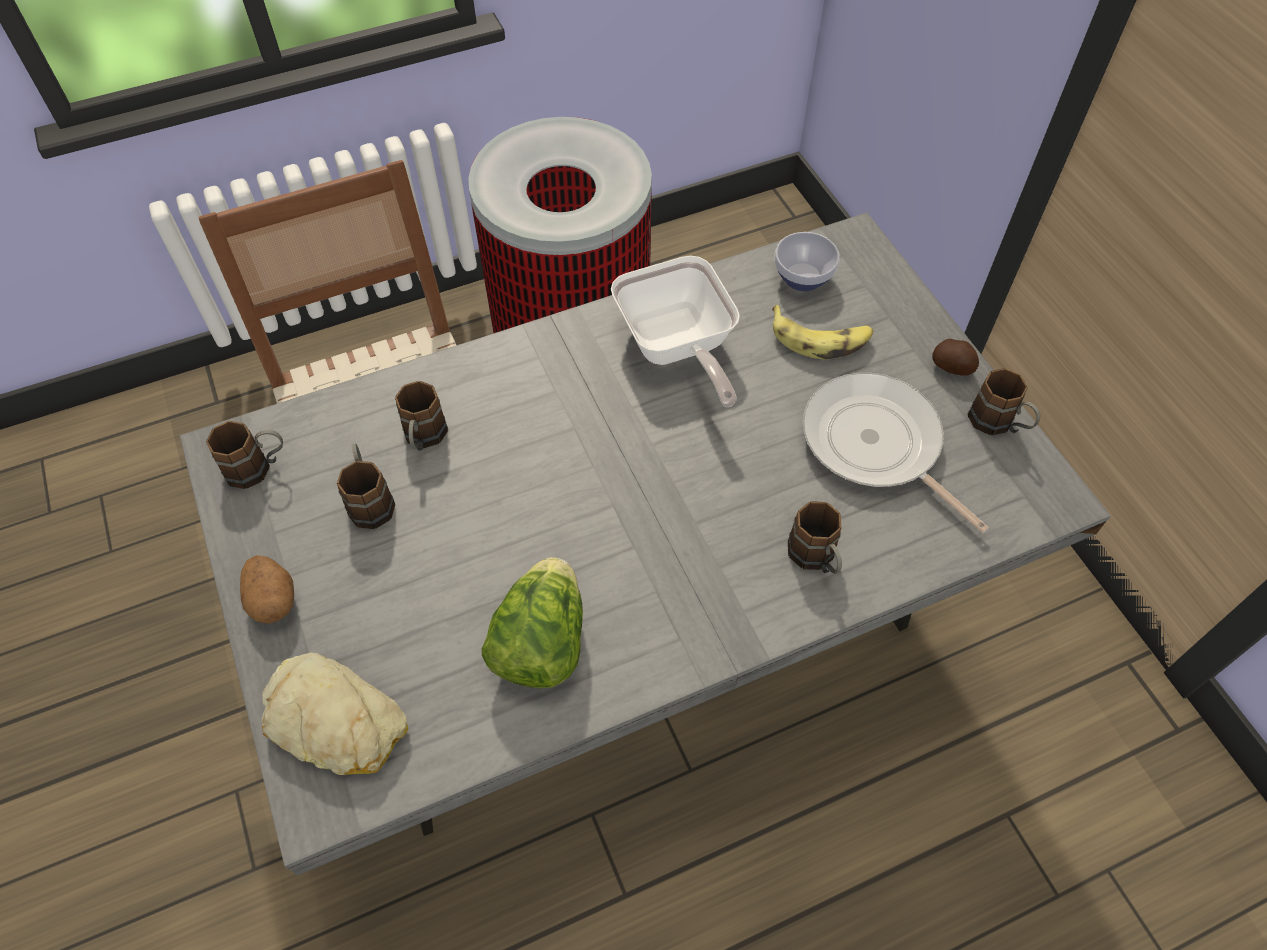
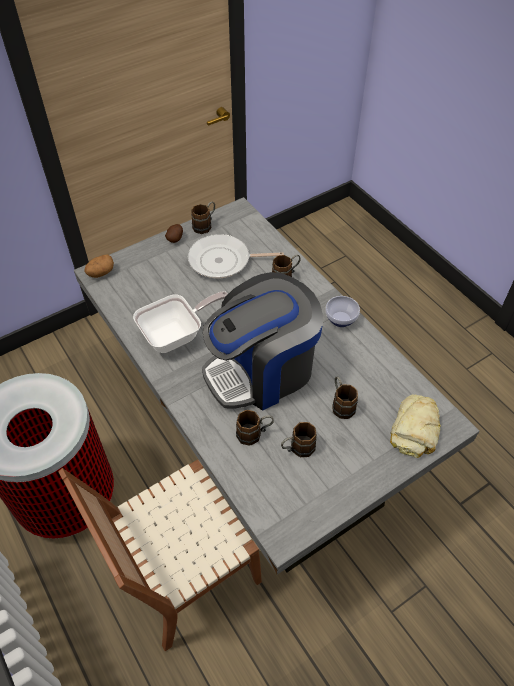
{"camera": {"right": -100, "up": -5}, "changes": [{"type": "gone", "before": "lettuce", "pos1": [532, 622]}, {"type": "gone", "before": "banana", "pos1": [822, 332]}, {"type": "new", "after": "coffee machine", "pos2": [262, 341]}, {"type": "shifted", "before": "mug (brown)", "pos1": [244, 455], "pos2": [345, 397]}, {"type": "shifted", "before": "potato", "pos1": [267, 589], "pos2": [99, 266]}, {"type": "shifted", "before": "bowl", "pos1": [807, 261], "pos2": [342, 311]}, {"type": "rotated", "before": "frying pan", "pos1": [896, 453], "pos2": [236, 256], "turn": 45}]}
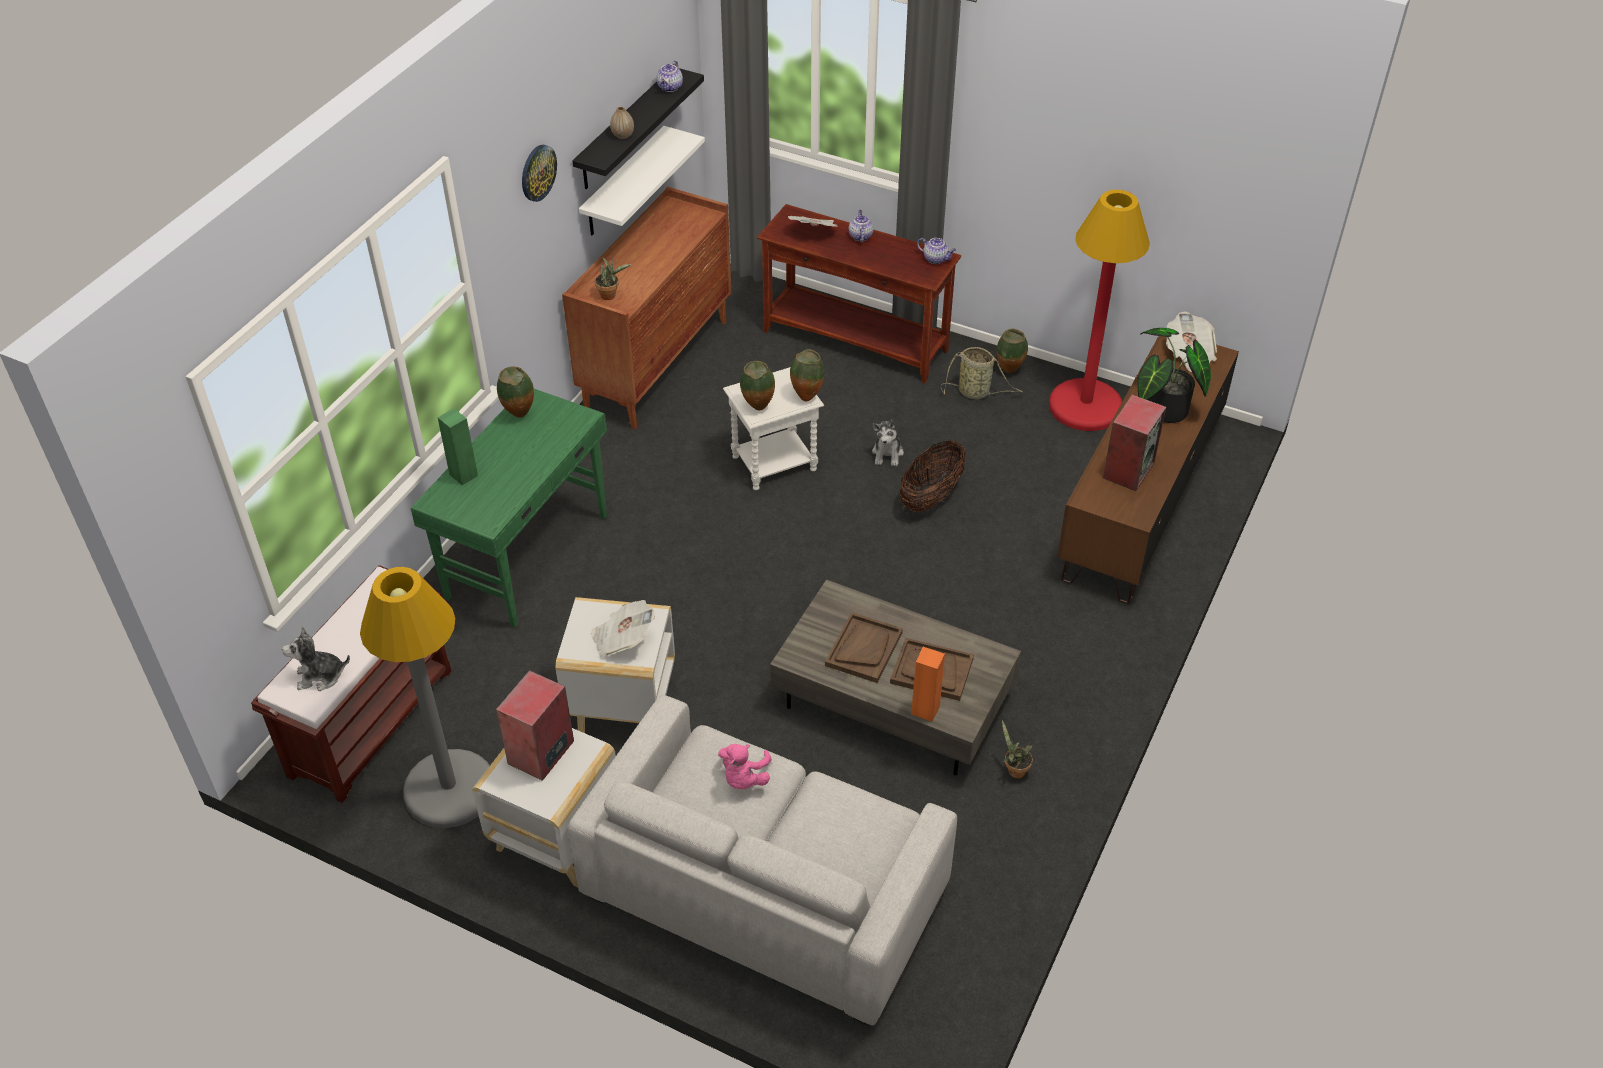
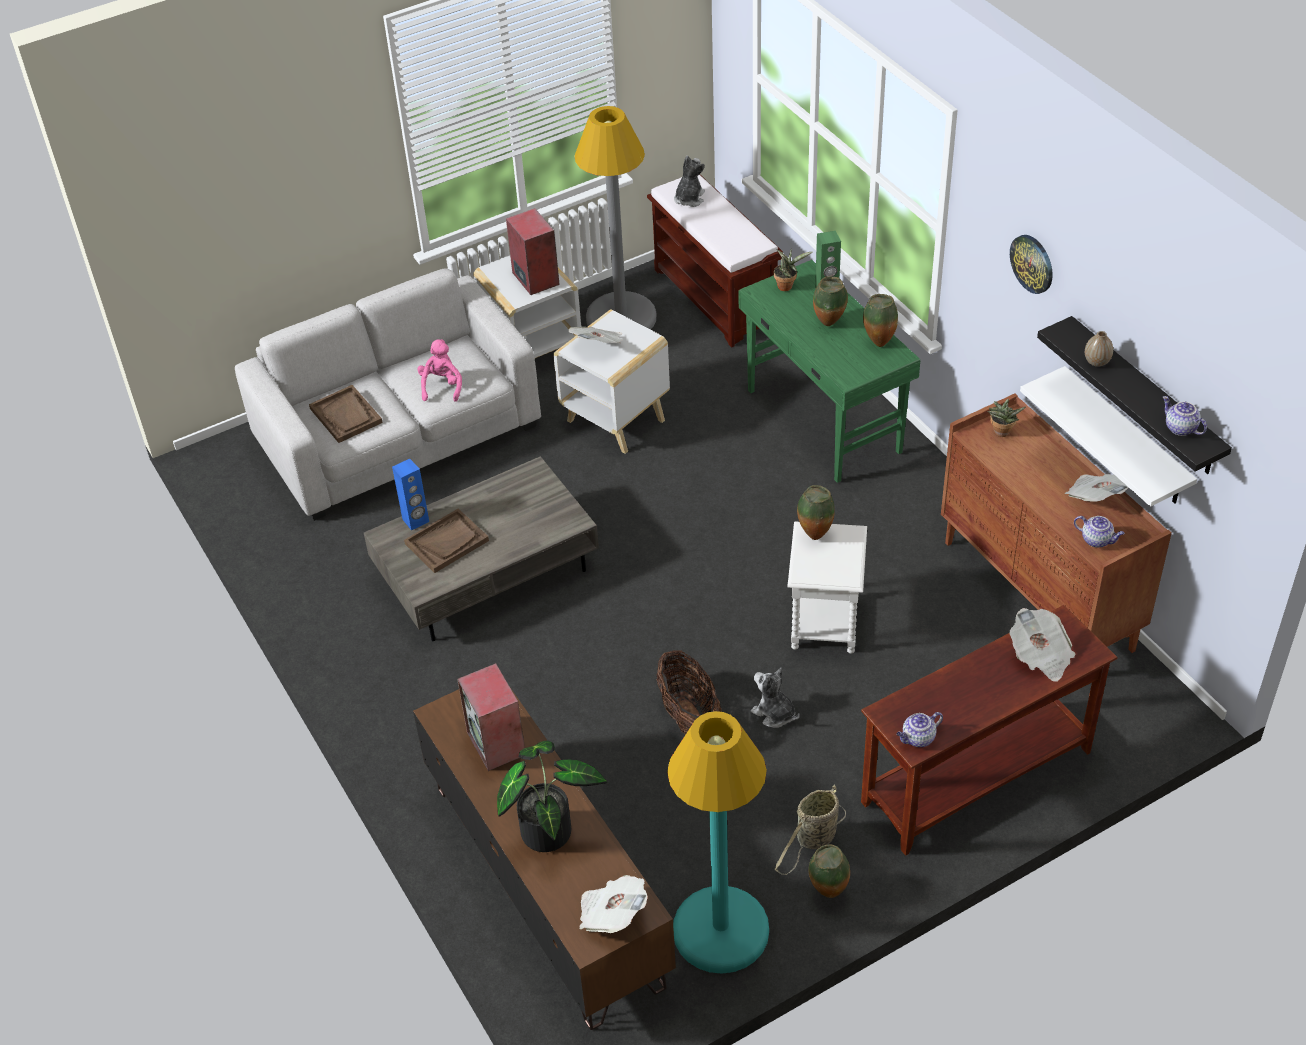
{"camera": {"right": 125, "up": 0}, "changes": [{"type": "new", "after": "newspaper", "pos2": [1096, 488]}, {"type": "shifted", "before": "vase", "pos1": [807, 375], "pos2": [830, 301]}, {"type": "shifted", "before": "tray (brown)", "pos1": [864, 647], "pos2": [346, 414]}, {"type": "shifted", "before": "teapot", "pos1": [861, 226], "pos2": [1099, 532]}, {"type": "shifted", "before": "potted plant", "pos1": [1017, 749], "pos2": [793, 269]}, {"type": "repainted", "before": "speaker (orange)", "after": "speaker (blue)", "pos1": [928, 684], "pos2": [410, 495]}, {"type": "repainted", "before": "floor lamp (red)", "after": "floor lamp (turquoise)", "pos1": [1099, 310], "pos2": [718, 842]}, {"type": "rotated", "before": "plush toy (pink)", "pos1": [745, 766], "pos2": [439, 370], "turn": 45}]}
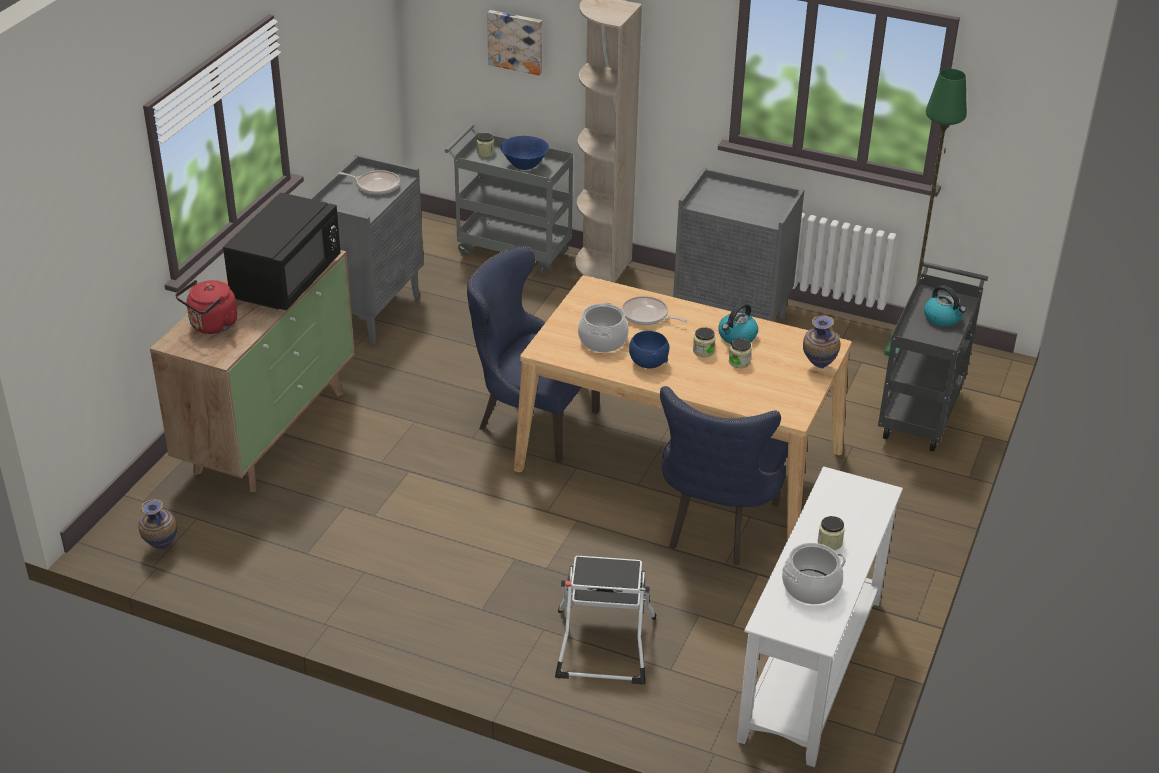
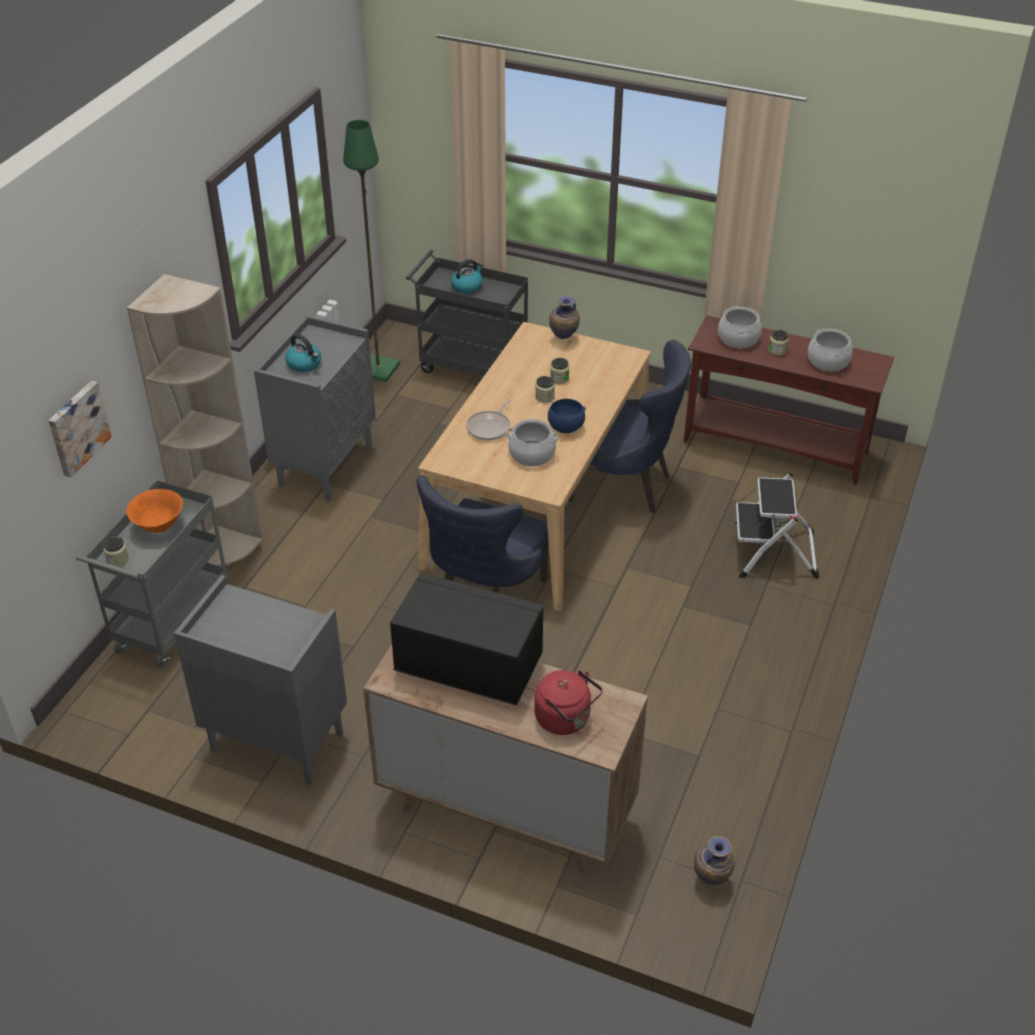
{"camera": {"right": -90, "up": 5}, "changes": [{"type": "gone", "before": "frying pan", "pos1": [369, 182]}, {"type": "new", "after": "cooking pot", "pos2": [739, 327]}, {"type": "shifted", "before": "kettle", "pos1": [738, 323], "pos2": [303, 353]}, {"type": "repainted", "before": "bowl (blue)", "after": "bowl (orange)", "pos1": [525, 153], "pos2": [154, 511]}, {"type": "repainted", "before": "console table (white)", "after": "console table (brown)", "pos1": [820, 616], "pos2": [789, 400]}]}
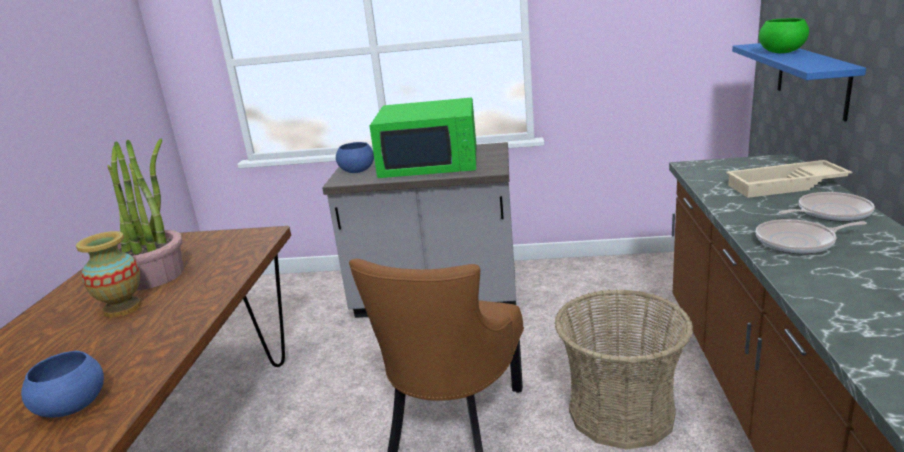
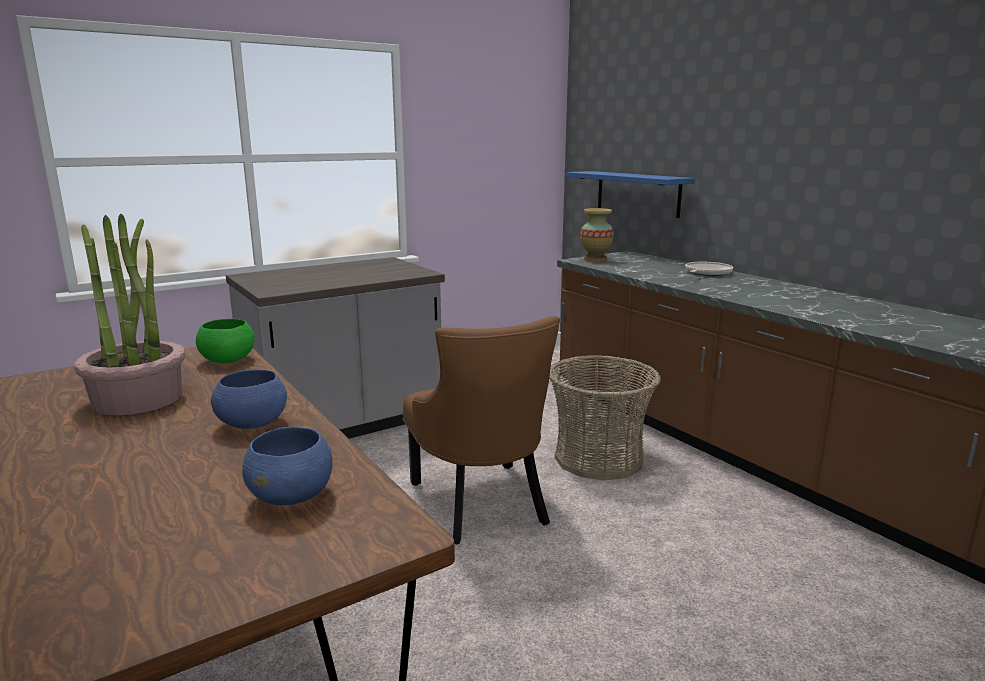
{"camera": {"right": -40, "up": -5}, "changes": [{"type": "gone", "before": "microwave (green)", "pos1": [423, 138]}, {"type": "gone", "before": "tray (beige)", "pos1": [789, 179]}, {"type": "gone", "before": "frying pan", "pos1": [811, 236]}, {"type": "shifted", "before": "vase", "pos1": [109, 274], "pos2": [597, 235]}, {"type": "shifted", "before": "bowl (blue)", "pos1": [355, 157], "pos2": [249, 399]}, {"type": "shifted", "before": "bowl (green)", "pos1": [784, 35], "pos2": [225, 341]}]}
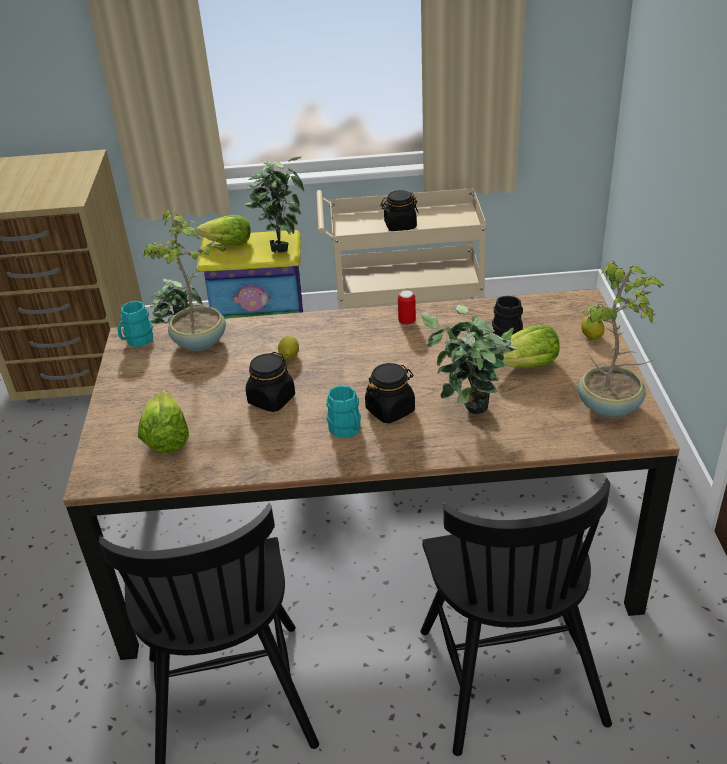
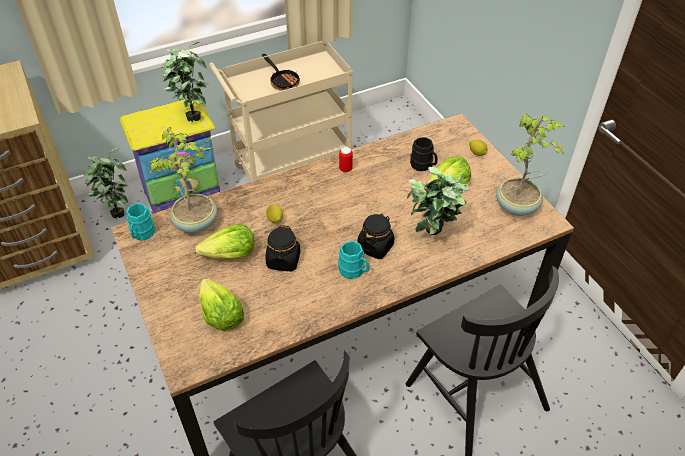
{"camera": {"right": -25, "up": 10}, "changes": [{"type": "shifted", "before": "lettuce", "pos1": [223, 230], "pos2": [224, 241]}, {"type": "swapped", "before": "jar (black)", "after": "frying pan", "pos1": [399, 210], "pos2": [281, 72]}]}
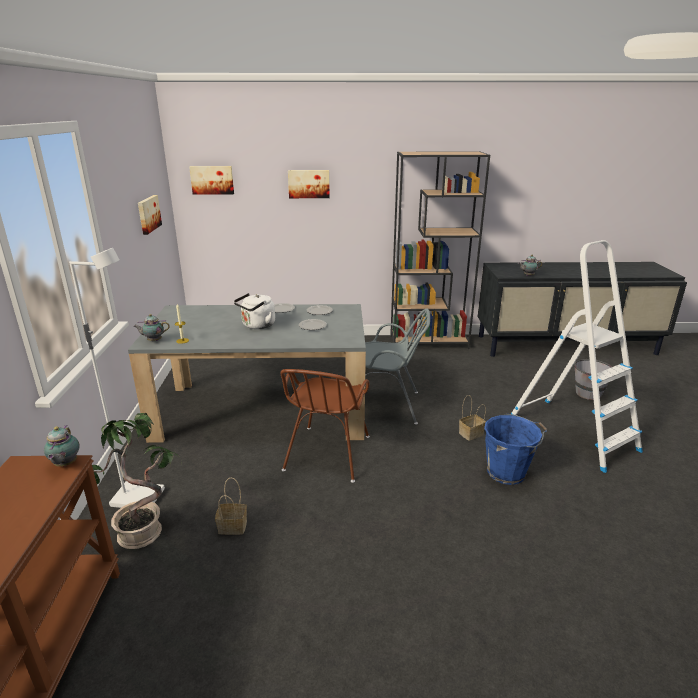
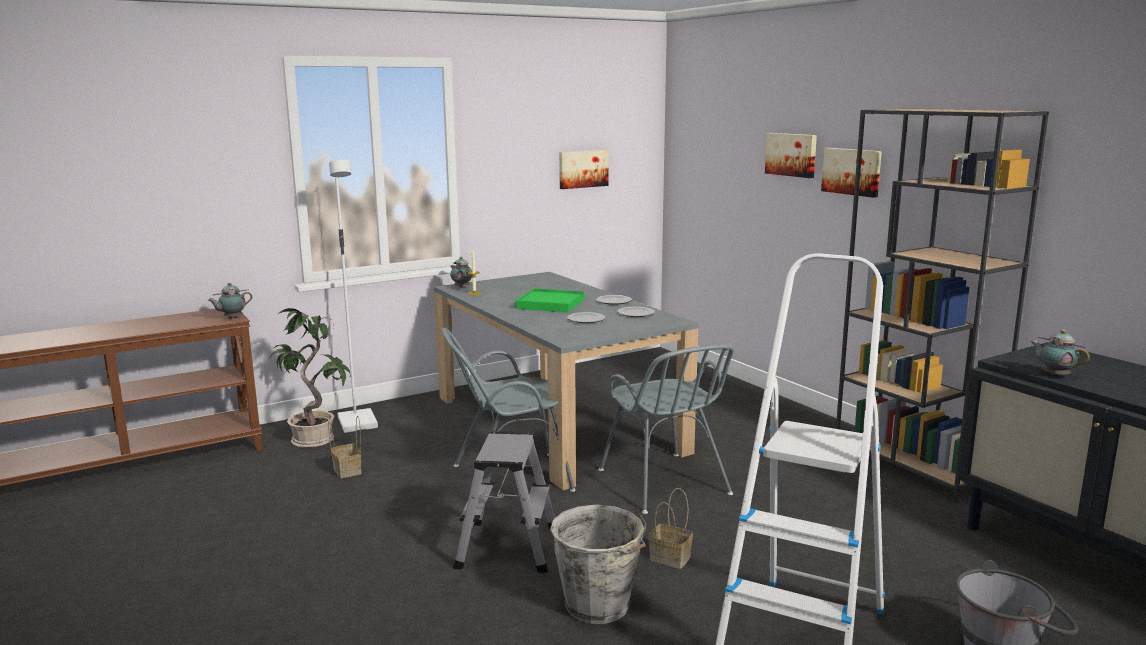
{"camera": {"right": 60, "up": -10}, "changes": [{"type": "new", "after": "step ladder (grey)", "pos2": [504, 502]}, {"type": "shifted", "before": "picture", "pos1": [211, 180], "pos2": [851, 173]}, {"type": "swapped", "before": "kettle (white)", "after": "tray (green)", "pos1": [254, 311], "pos2": [549, 300]}, {"type": "repainted", "before": "chair (brown)", "after": "chair (grey)", "pos1": [325, 426], "pos2": [508, 409]}, {"type": "repainted", "before": "bucket (blue)", "after": "bucket (grey)", "pos1": [515, 449], "pos2": [598, 564]}]}
